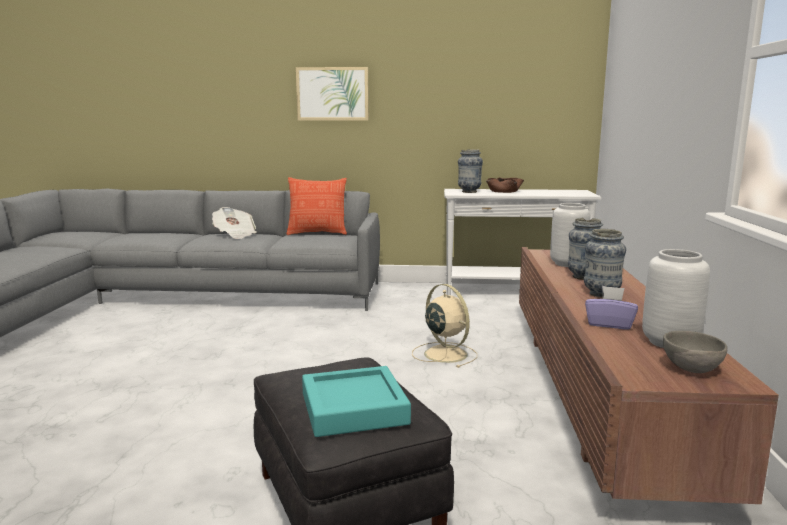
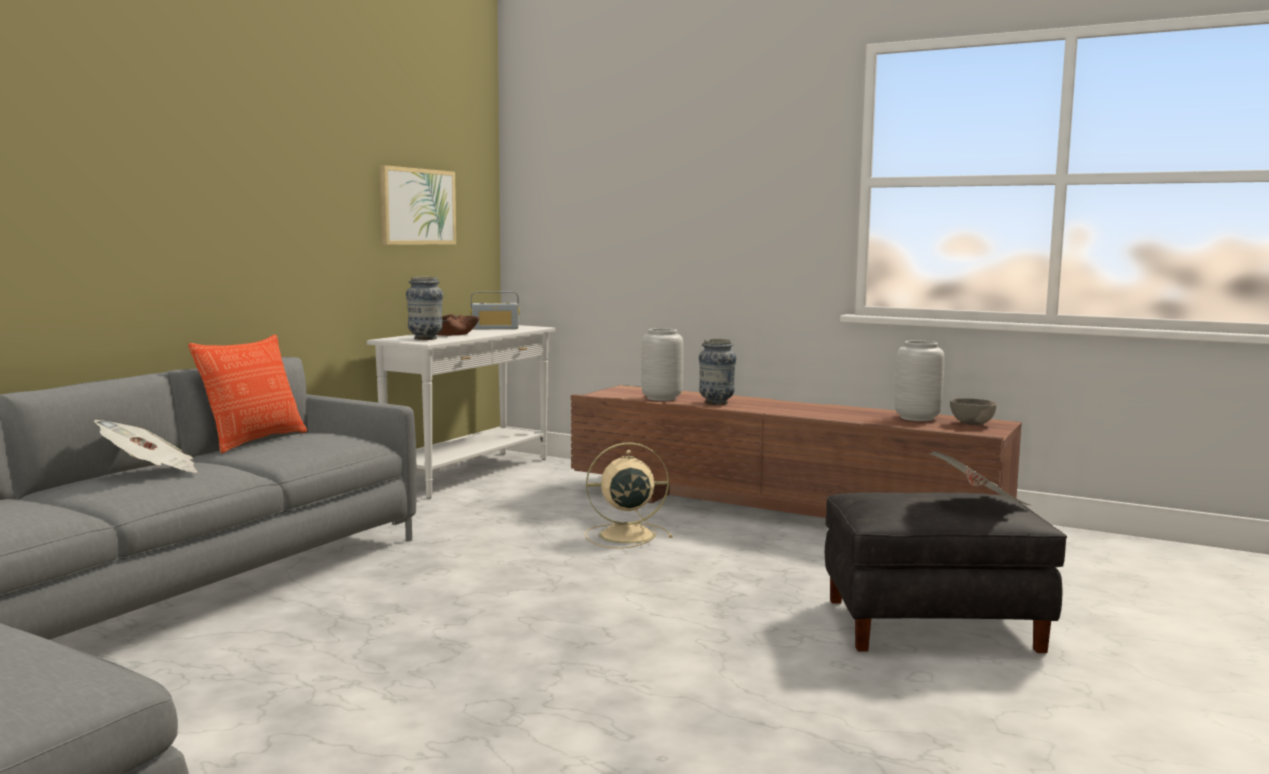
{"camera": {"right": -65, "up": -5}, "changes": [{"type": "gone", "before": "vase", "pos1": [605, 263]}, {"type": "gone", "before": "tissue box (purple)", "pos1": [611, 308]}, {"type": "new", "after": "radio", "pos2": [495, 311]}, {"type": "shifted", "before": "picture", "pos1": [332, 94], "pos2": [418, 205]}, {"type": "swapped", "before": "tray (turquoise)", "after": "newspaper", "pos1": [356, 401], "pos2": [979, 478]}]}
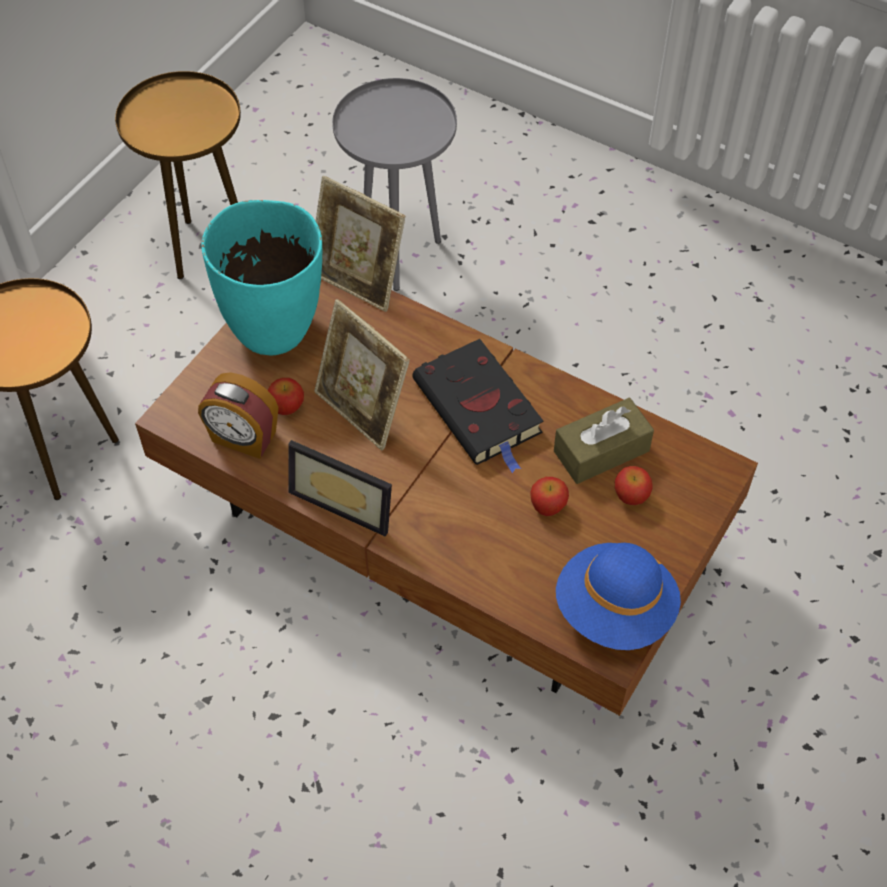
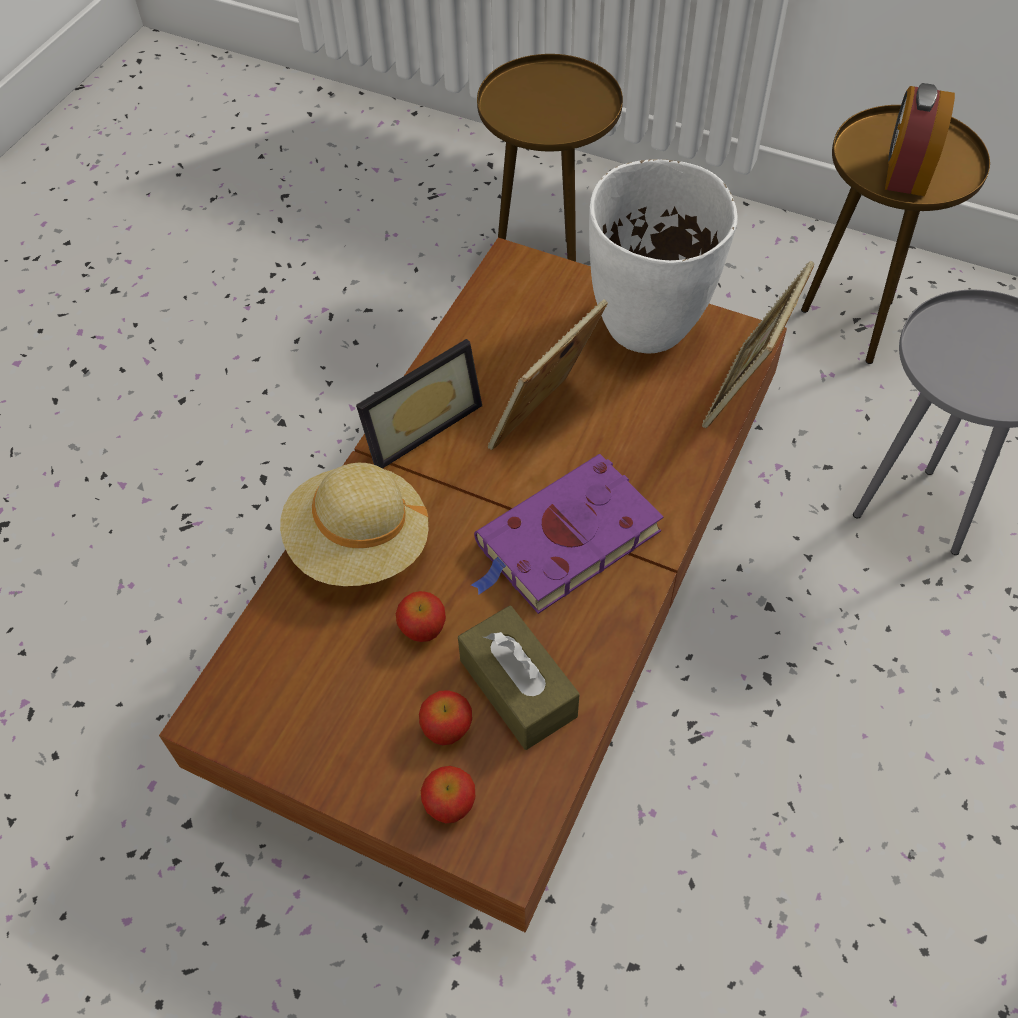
{"camera": {"right": 85, "up": 0}, "changes": [{"type": "gone", "before": "hat (blue)", "pos1": [618, 596]}, {"type": "new", "after": "hat (beige)", "pos2": [355, 524]}, {"type": "shifted", "before": "alarm clock", "pos1": [238, 415], "pos2": [920, 139]}, {"type": "shifted", "before": "apple", "pos1": [286, 396], "pos2": [448, 795]}, {"type": "repainted", "before": "vase (turquoise)", "after": "vase (white)", "pos1": [261, 278], "pos2": [663, 256]}, {"type": "repainted", "before": "book (black)", "after": "book (purple)", "pos1": [478, 406], "pos2": [567, 534]}, {"type": "rotated", "before": "picture frame", "pos1": [340, 488], "pos2": [419, 404], "turn": -150}]}
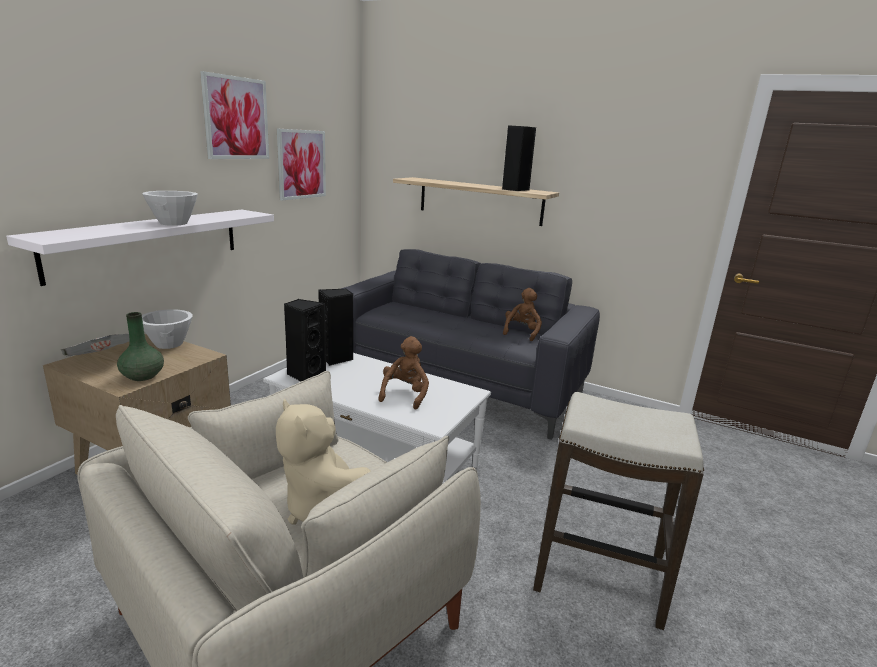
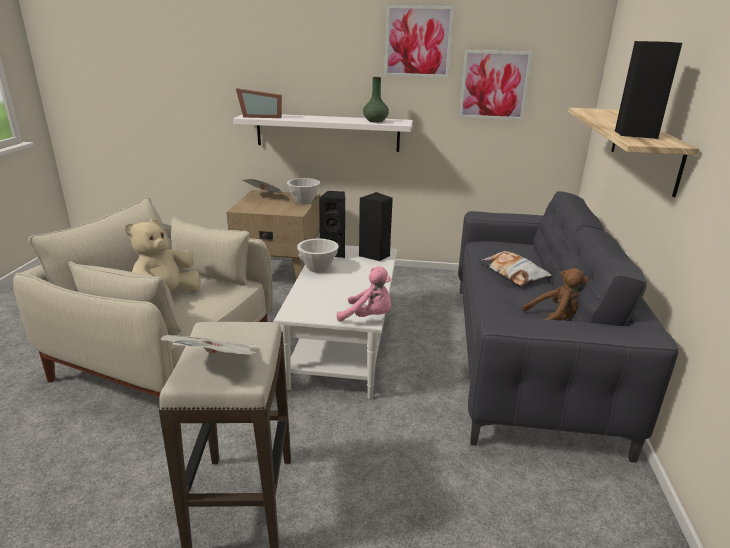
{"camera": {"right": 70, "up": 5}, "changes": [{"type": "gone", "before": "plush toy (brown)", "pos1": [403, 373]}, {"type": "new", "after": "newspaper", "pos2": [209, 345]}, {"type": "new", "after": "picture frame", "pos2": [259, 103]}, {"type": "new", "after": "plush toy (pink)", "pos2": [364, 294]}, {"type": "new", "after": "pillow", "pos2": [514, 268]}, {"type": "shifted", "before": "vase (green)", "pos1": [140, 346], "pos2": [376, 100]}, {"type": "shifted", "before": "bowl (white)", "pos1": [170, 208], "pos2": [318, 255]}]}
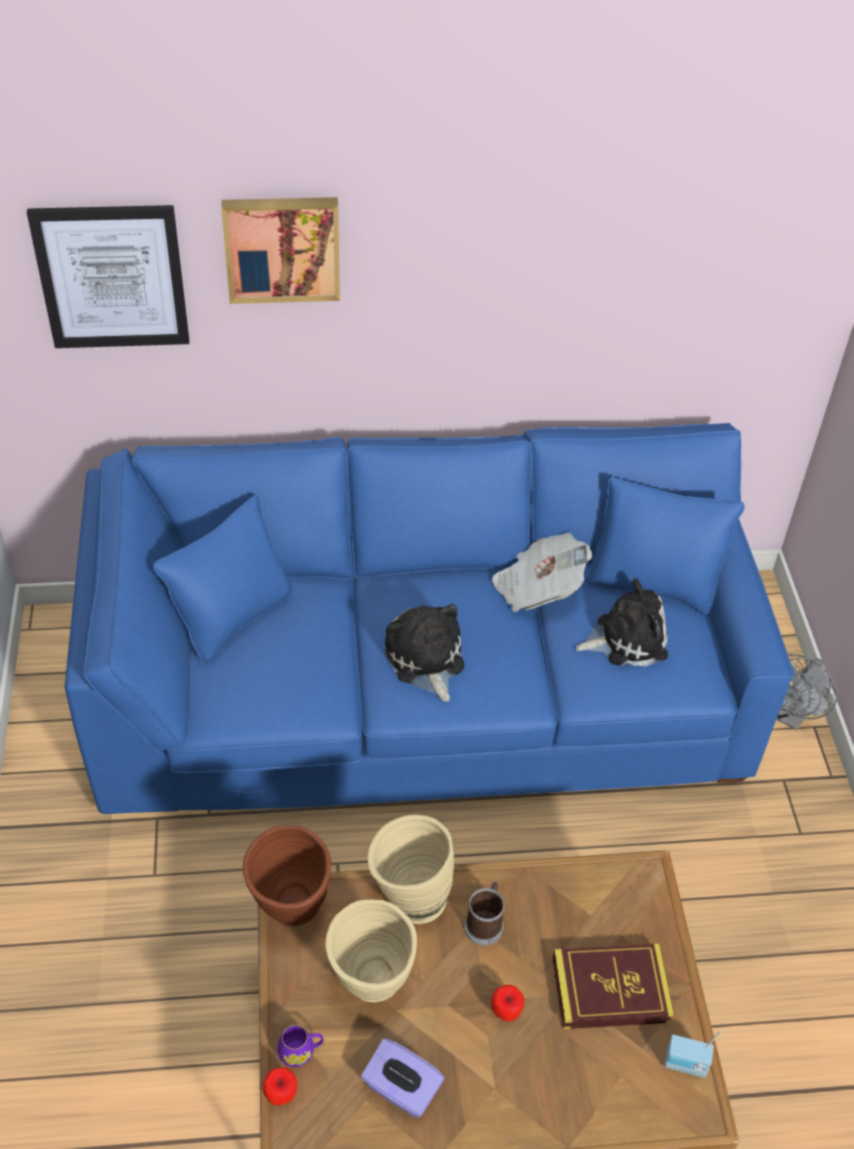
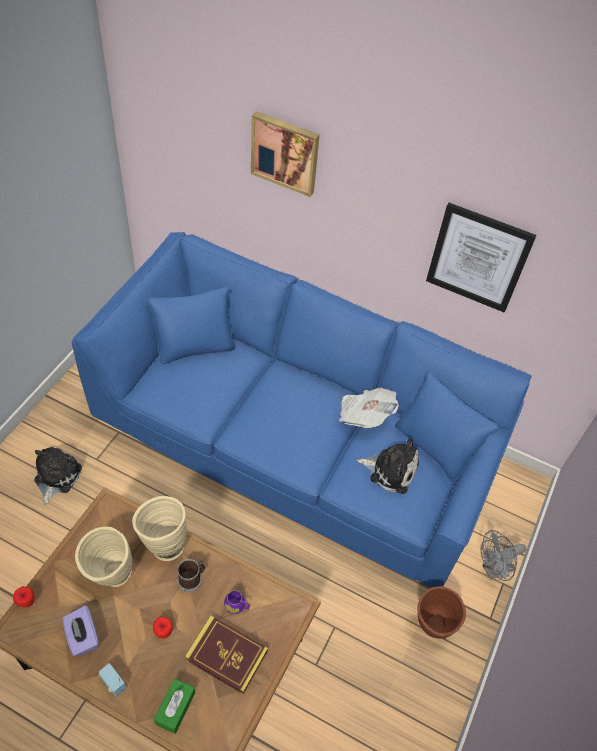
{"camera": {"right": 30, "up": 5}, "changes": [{"type": "new", "after": "tissue box (green)", "pos2": [174, 706]}, {"type": "shifted", "before": "picture", "pos1": [108, 276], "pos2": [481, 257]}, {"type": "shifted", "before": "vase (brown)", "pos1": [287, 875], "pos2": [441, 612]}, {"type": "shifted", "before": "mug (purple)", "pos1": [301, 1046], "pos2": [237, 602]}, {"type": "shifted", "before": "plush toy", "pos1": [424, 653], "pos2": [58, 476]}, {"type": "shifted", "before": "radio", "pos1": [692, 1054], "pos2": [113, 680]}]}
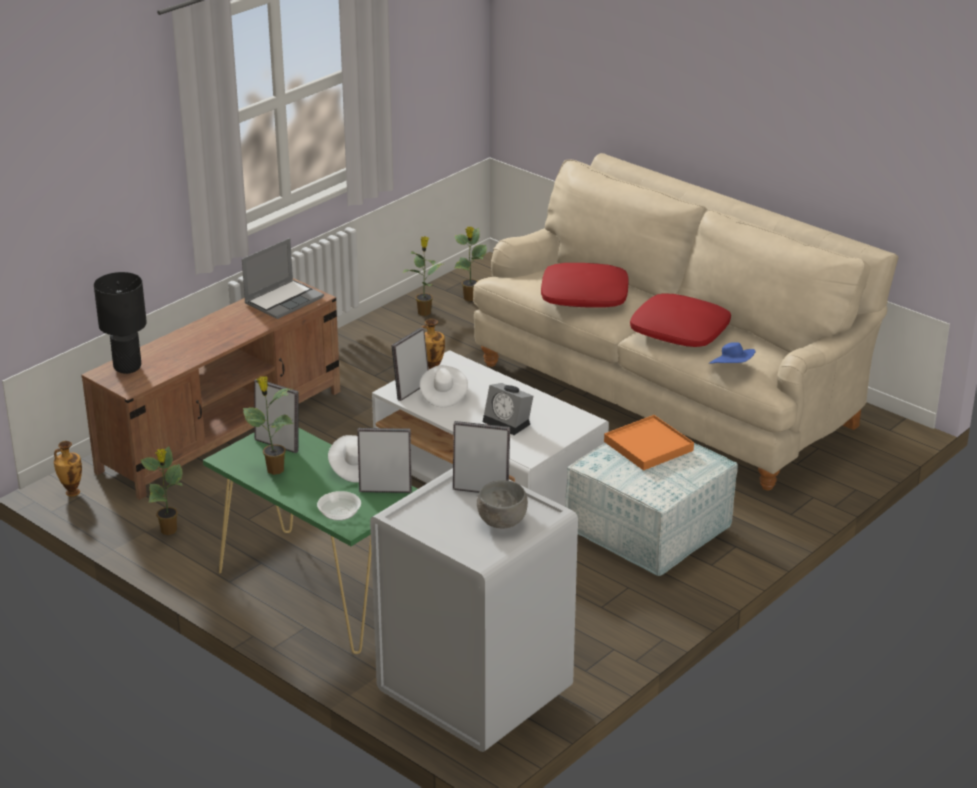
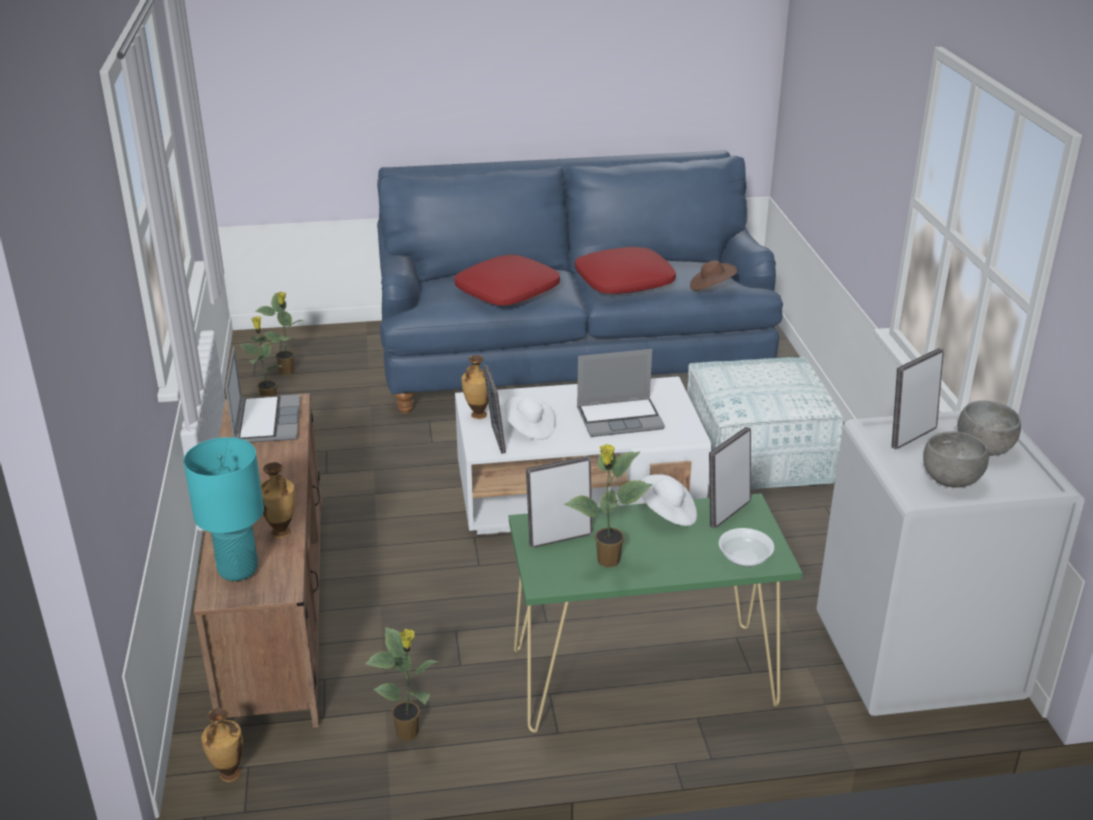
{"camera": {"right": -50, "up": 0}, "changes": [{"type": "gone", "before": "tray (orange)", "pos1": [649, 443]}, {"type": "new", "after": "vase", "pos2": [278, 500]}, {"type": "new", "after": "bowl (grey)", "pos2": [956, 459]}, {"type": "swapped", "before": "alarm clock", "after": "laptop", "pos1": [508, 409], "pos2": [621, 393]}, {"type": "repainted", "before": "table lamp (black)", "after": "table lamp (turquoise)", "pos1": [120, 323], "pos2": [223, 509]}, {"type": "repainted", "before": "sofa (beige)", "after": "sofa (blue)", "pos1": [686, 321], "pos2": [580, 282]}, {"type": "repainted", "before": "hat (blue)", "after": "hat (brown)", "pos1": [733, 352], "pos2": [713, 275]}]}
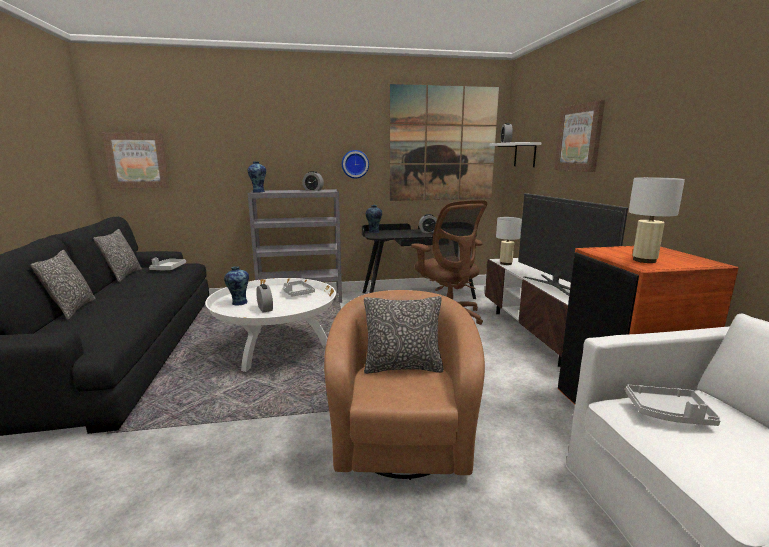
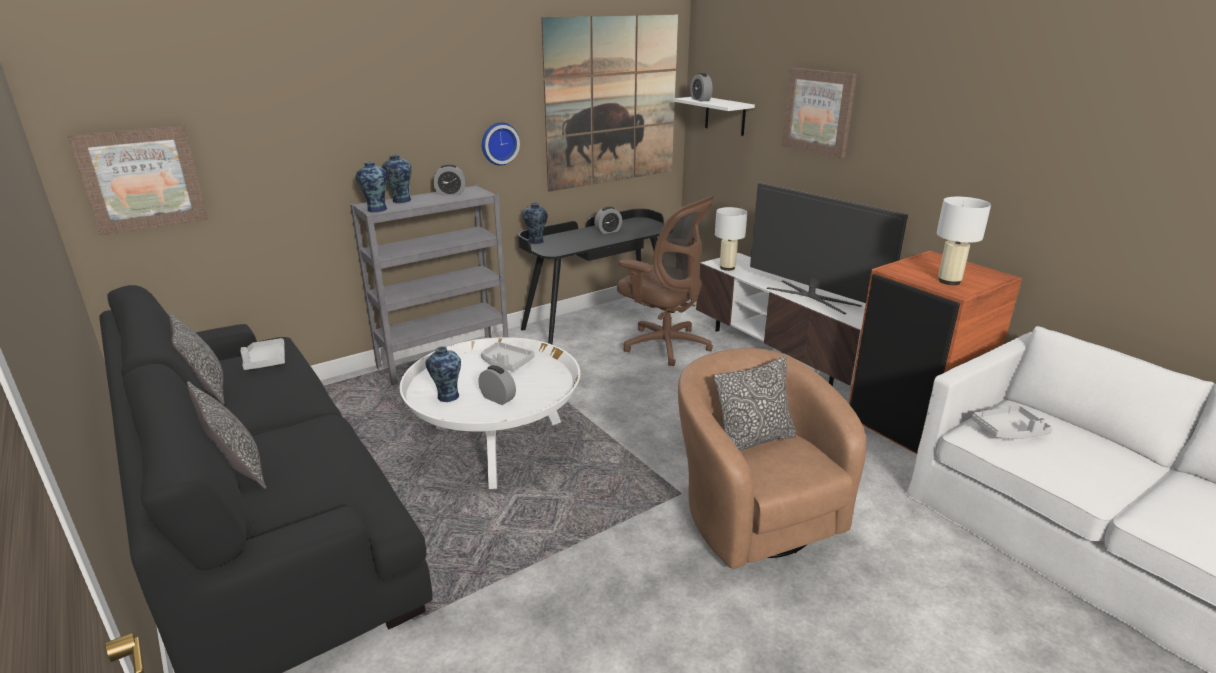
{"camera": {"right": -25, "up": 10}, "changes": [{"type": "new", "after": "vase", "pos2": [397, 178]}]}
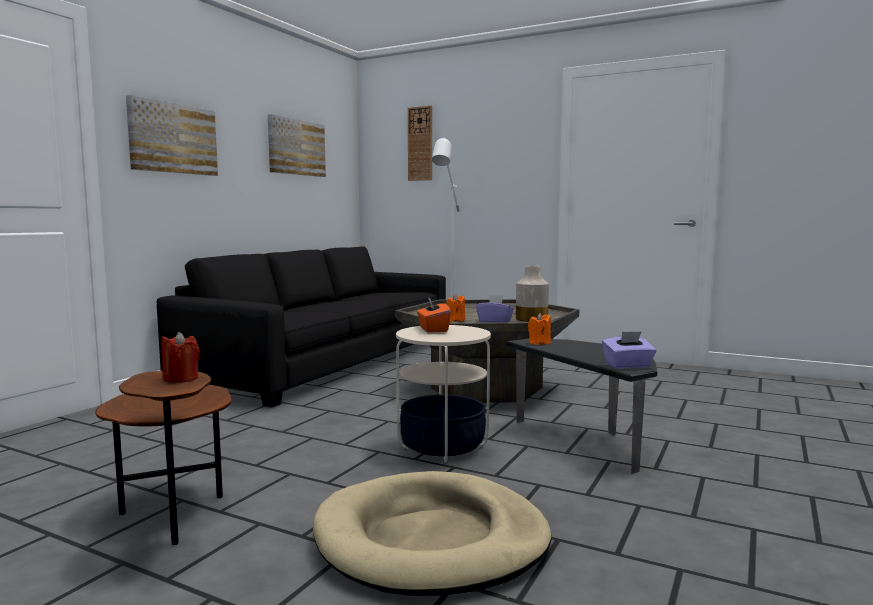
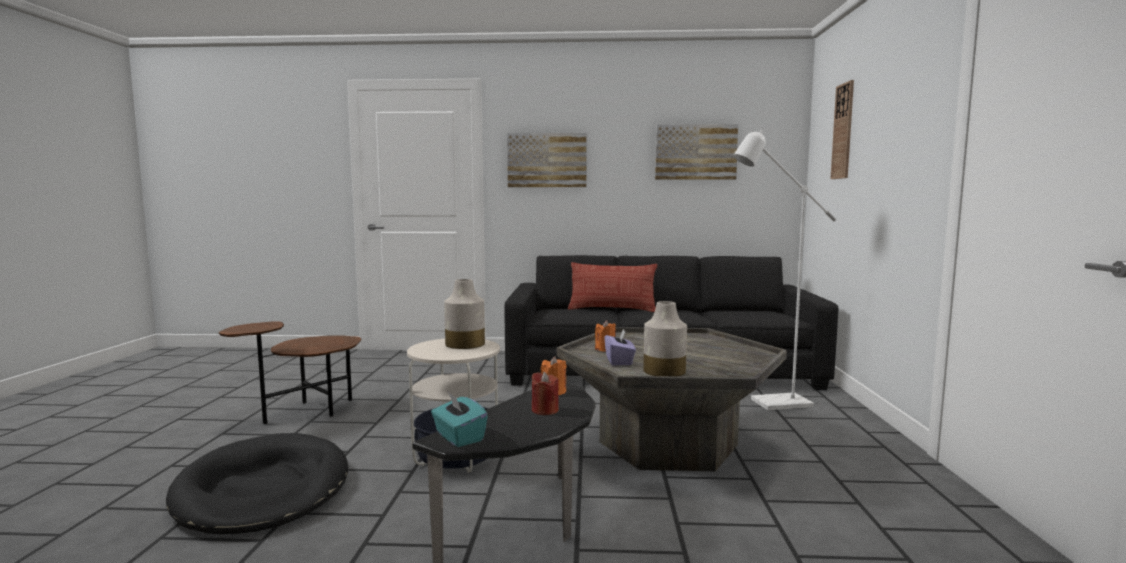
{"camera": {"right": 65, "up": 0}, "changes": [{"type": "new", "after": "pillow", "pos2": [612, 287]}, {"type": "shifted", "before": "candle (red)", "pos1": [180, 357], "pos2": [545, 393]}, {"type": "swapped", "before": "tissue box (orange)", "after": "vase (beige)", "pos1": [434, 315], "pos2": [464, 314]}, {"type": "repainted", "before": "dog bed (beige)", "after": "dog bed (black)", "pos1": [432, 533], "pos2": [257, 483]}, {"type": "repainted", "before": "tissue box (purple)", "after": "tissue box (turquoise)", "pos1": [629, 350], "pos2": [459, 419]}]}
